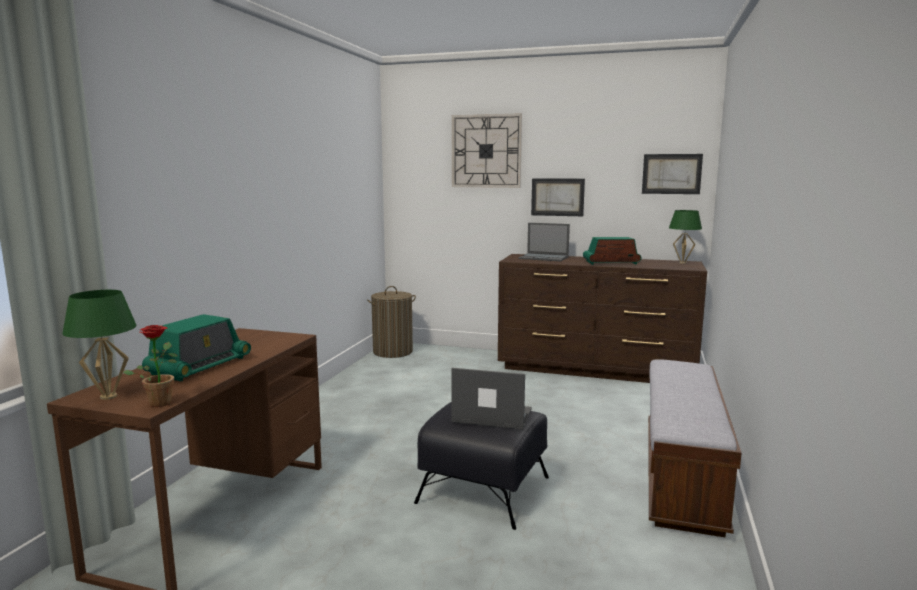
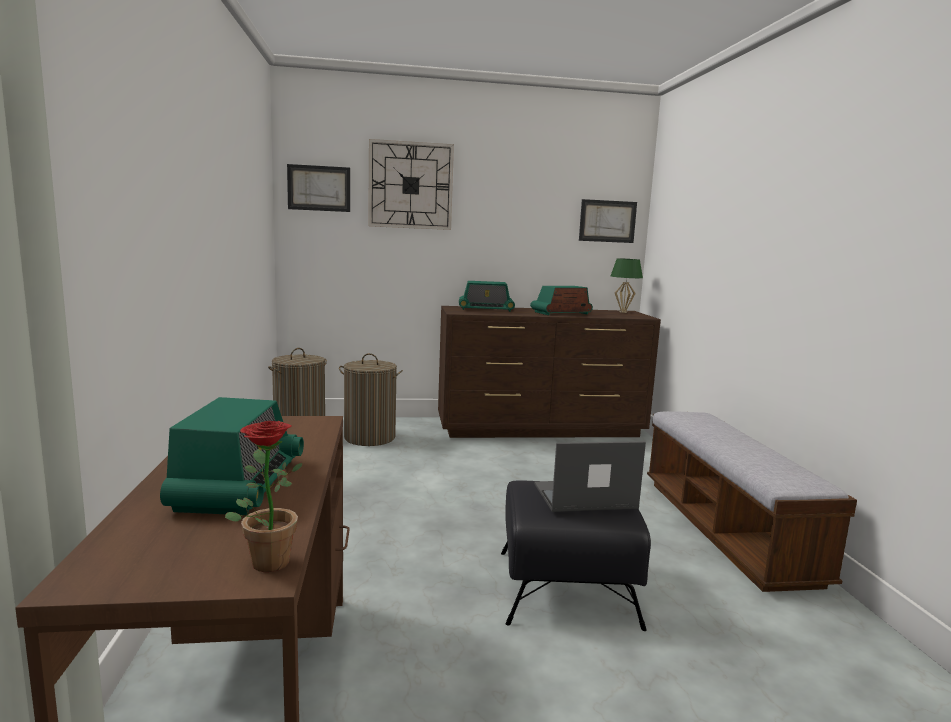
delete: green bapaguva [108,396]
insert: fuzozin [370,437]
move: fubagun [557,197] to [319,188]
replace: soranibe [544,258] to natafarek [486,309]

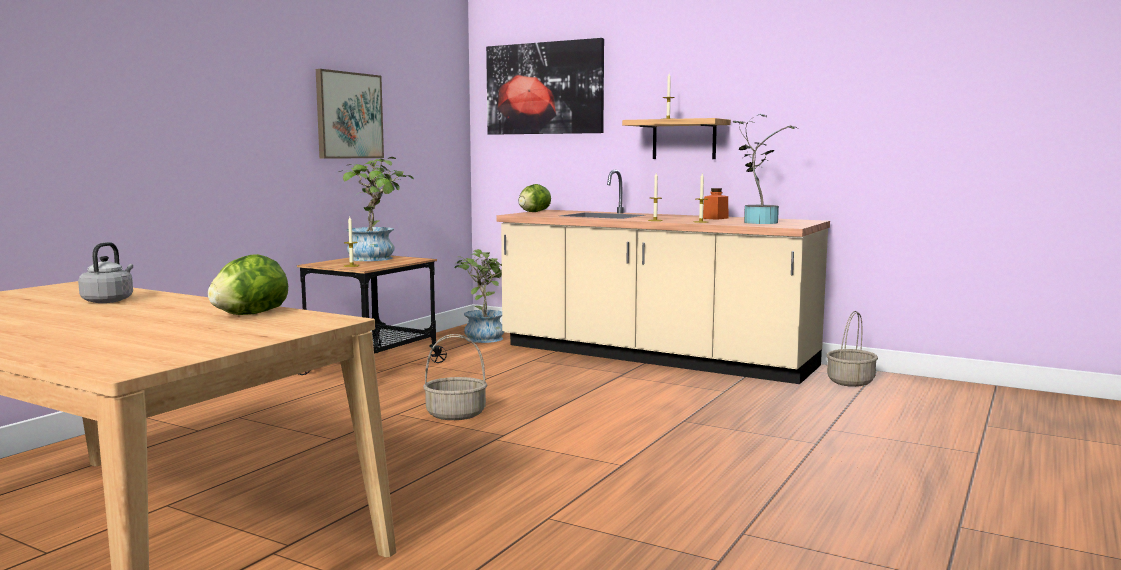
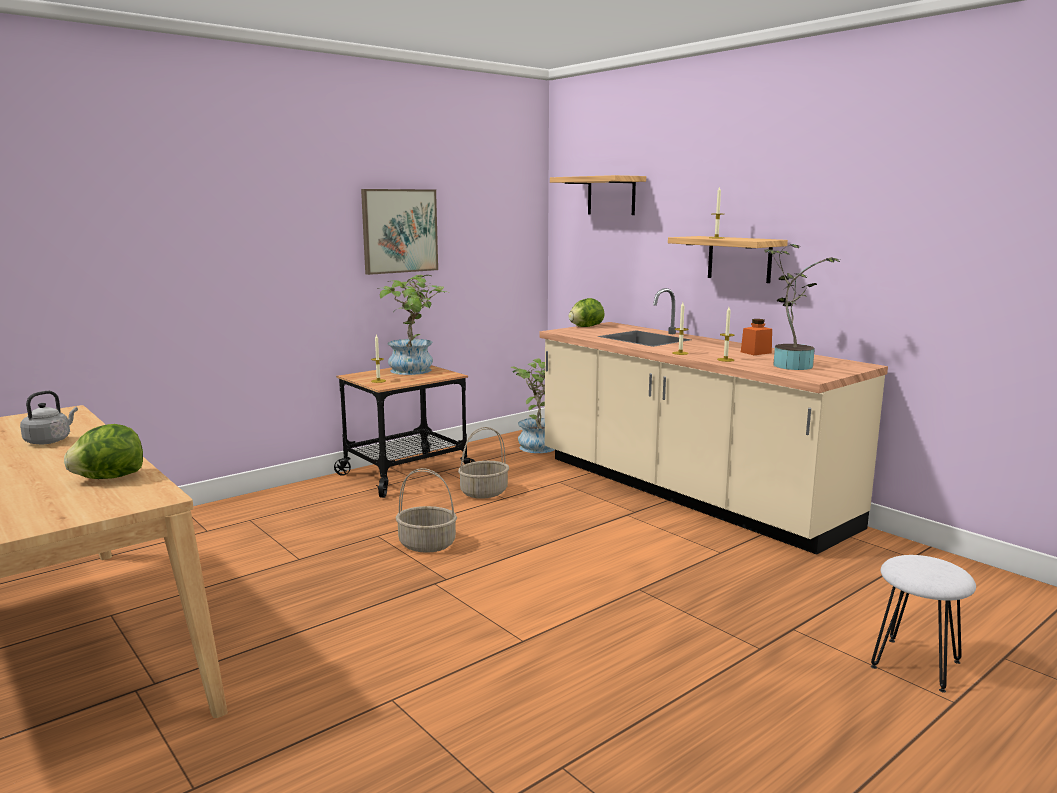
insert: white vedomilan [914,664]
move: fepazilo [850,381] to [484,492]
replace: fubagun [544,88] to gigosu [611,196]

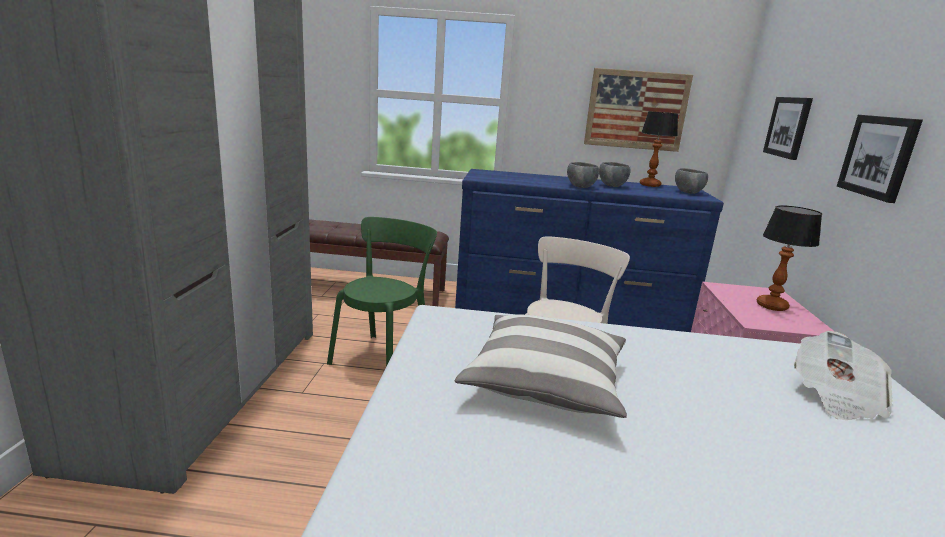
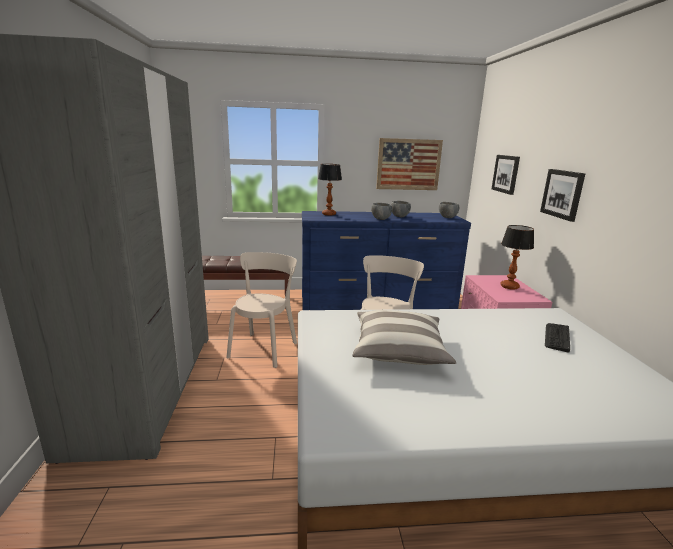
move: bapaguva [649,185] to [328,214]
replace: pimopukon [835,397] to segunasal [557,337]
recolor: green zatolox [384,357] to beige zatolox [264,348]

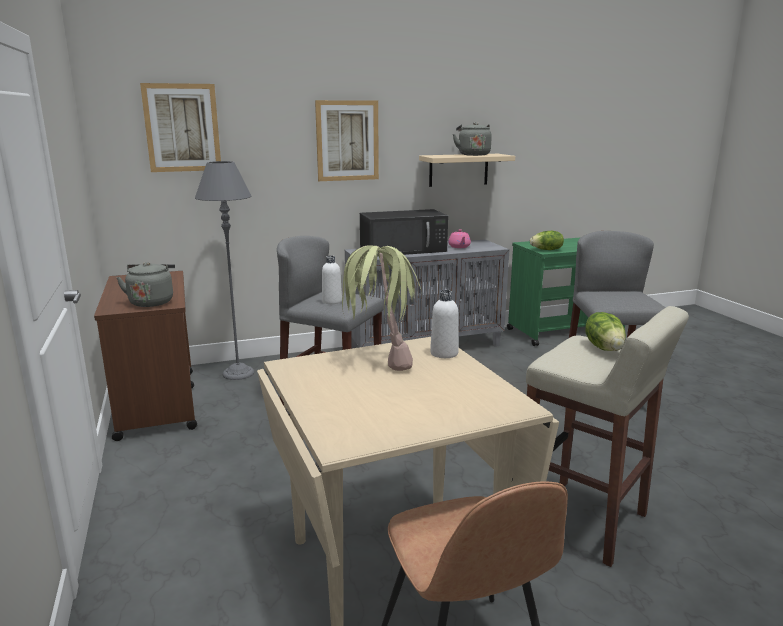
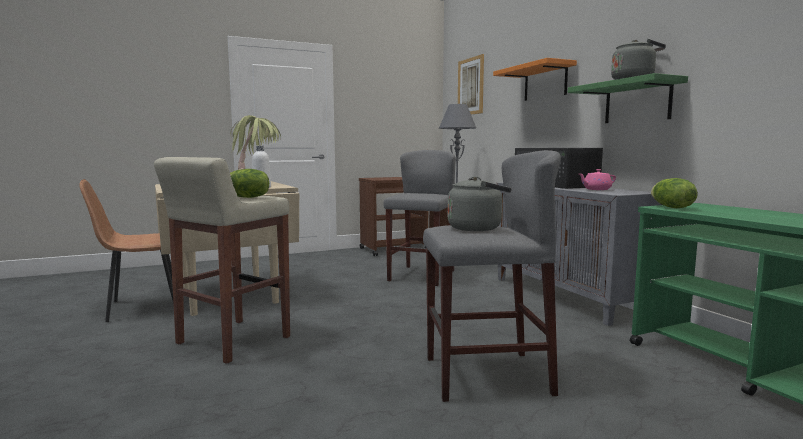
delete: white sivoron [332,301]
move: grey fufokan [152,302] to [478,228]
replace: fubagun [347,141] to orange gigosu [545,82]
recolor: beige gigosu [458,170] to green gigosu [637,102]

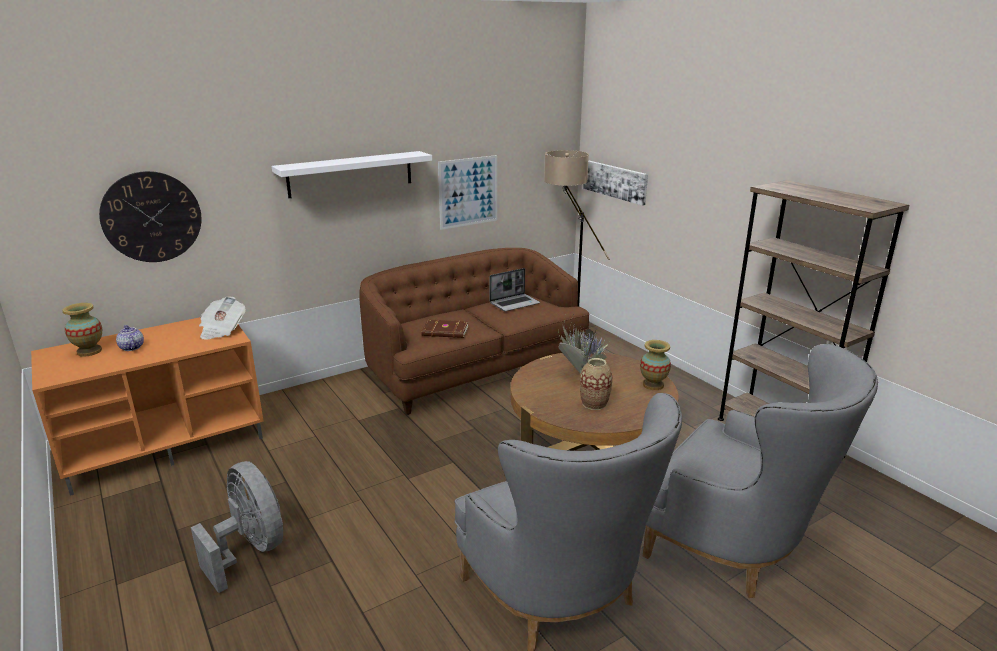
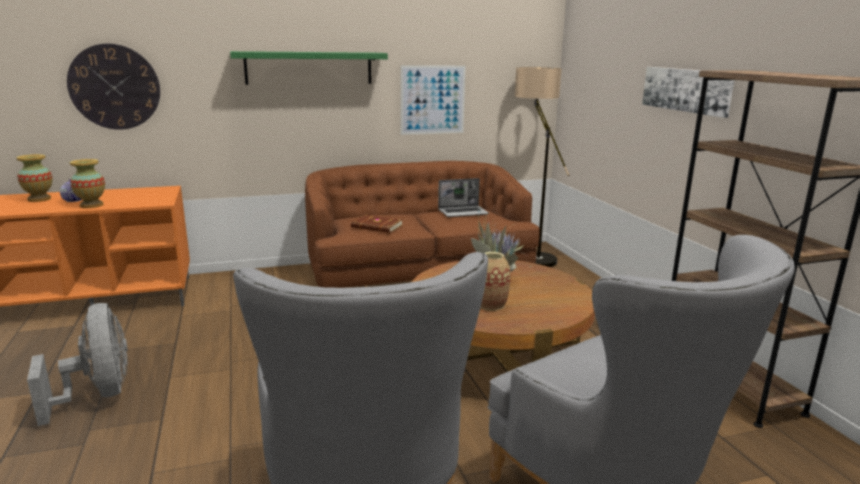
delete: pimopukon [222,330]
move: fubagun [615,181] to [686,90]; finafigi [653,385] to [91,205]
recolor: white gigosu [351,174] to green gigosu [309,68]

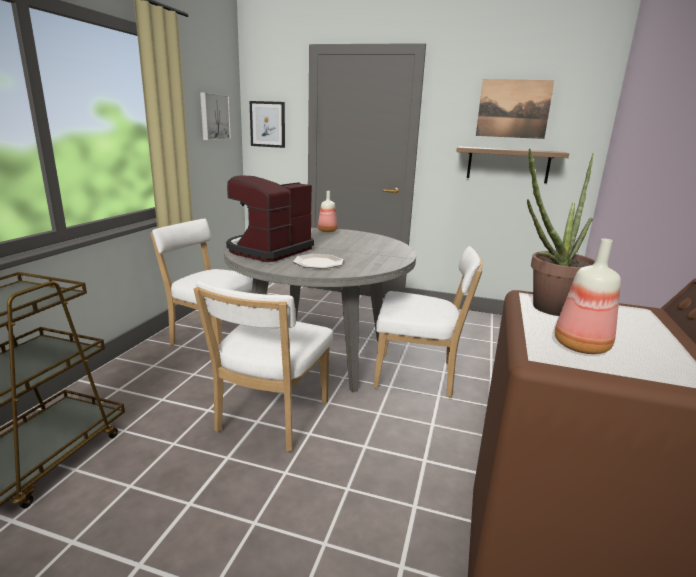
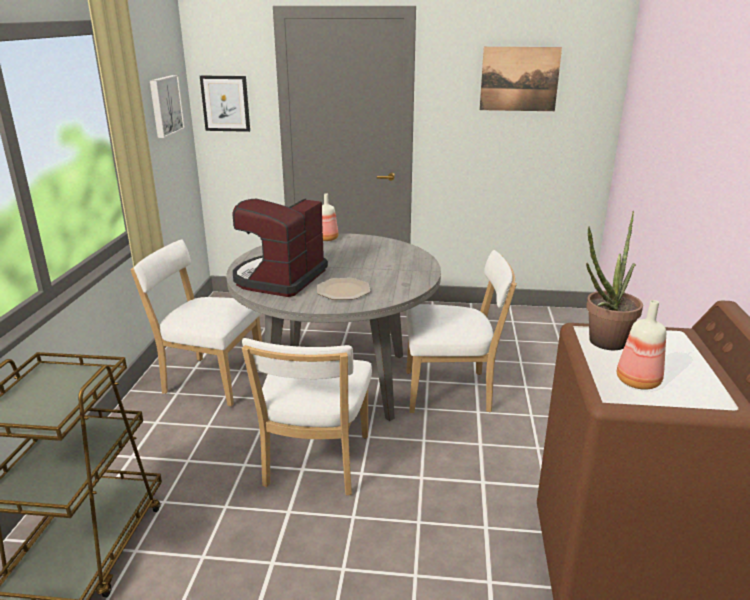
delete: gigosu [508,164]

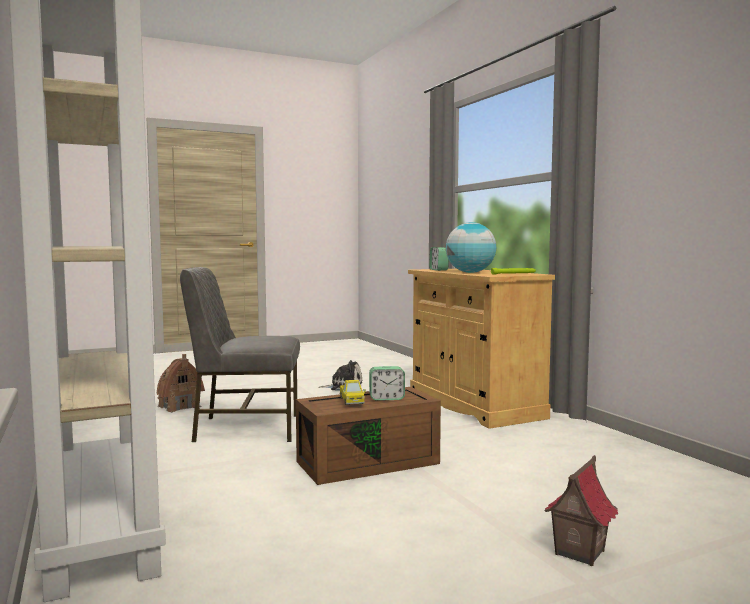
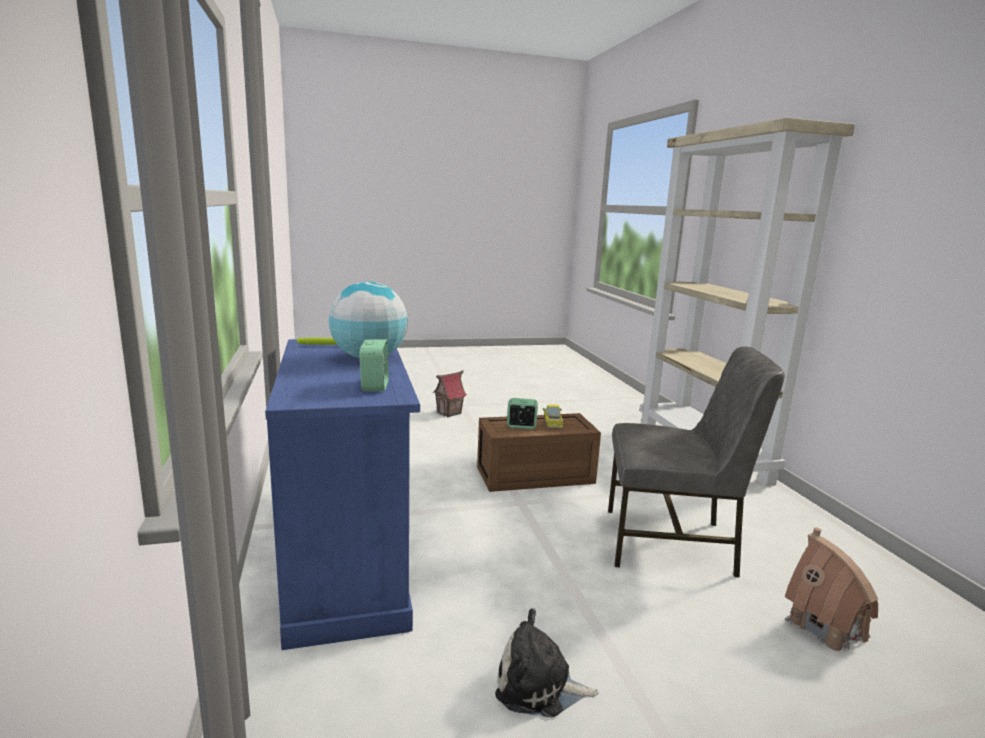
recolor: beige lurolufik [473,404] to blue lurolufik [347,562]

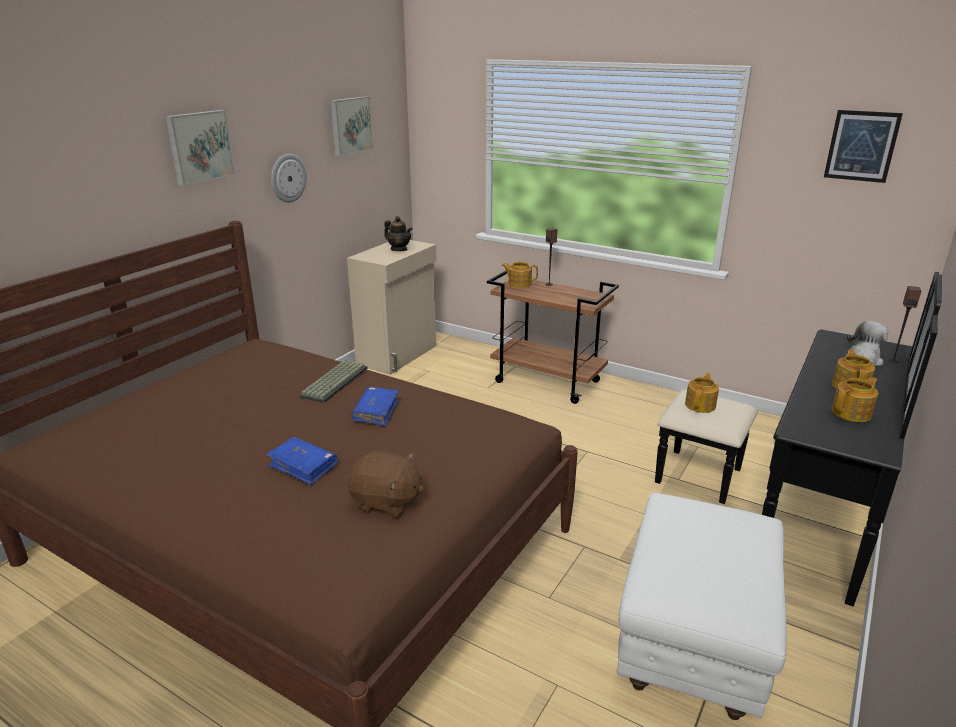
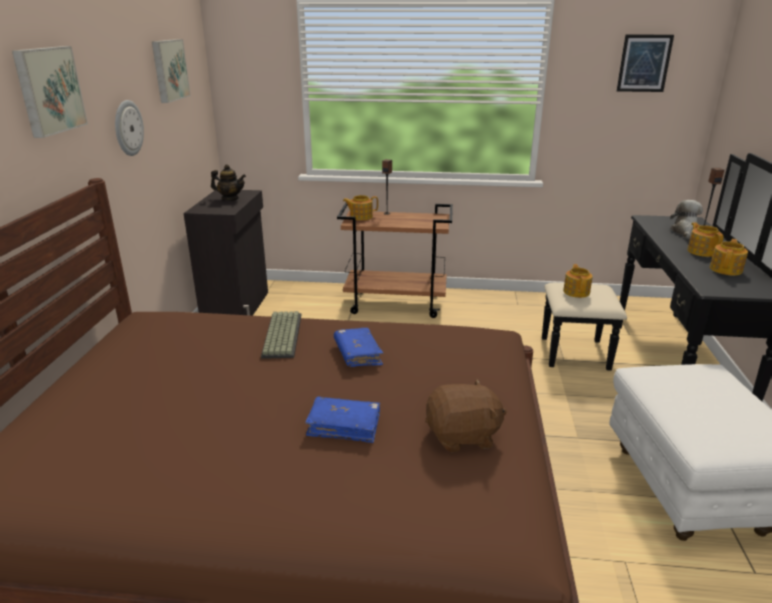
recolor: beige lurolufik [398,355] to black lurolufik [237,308]

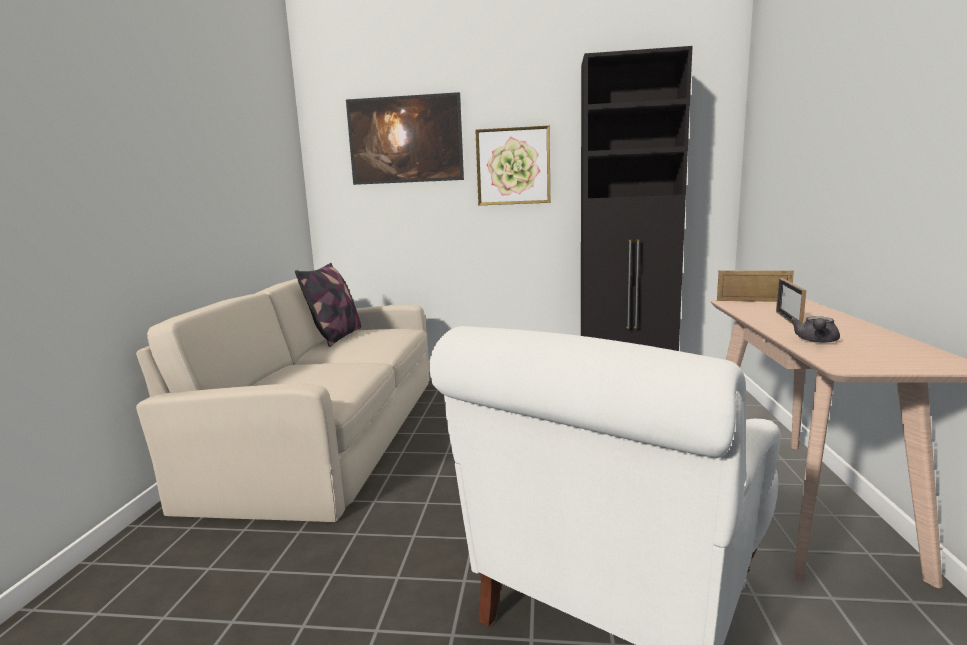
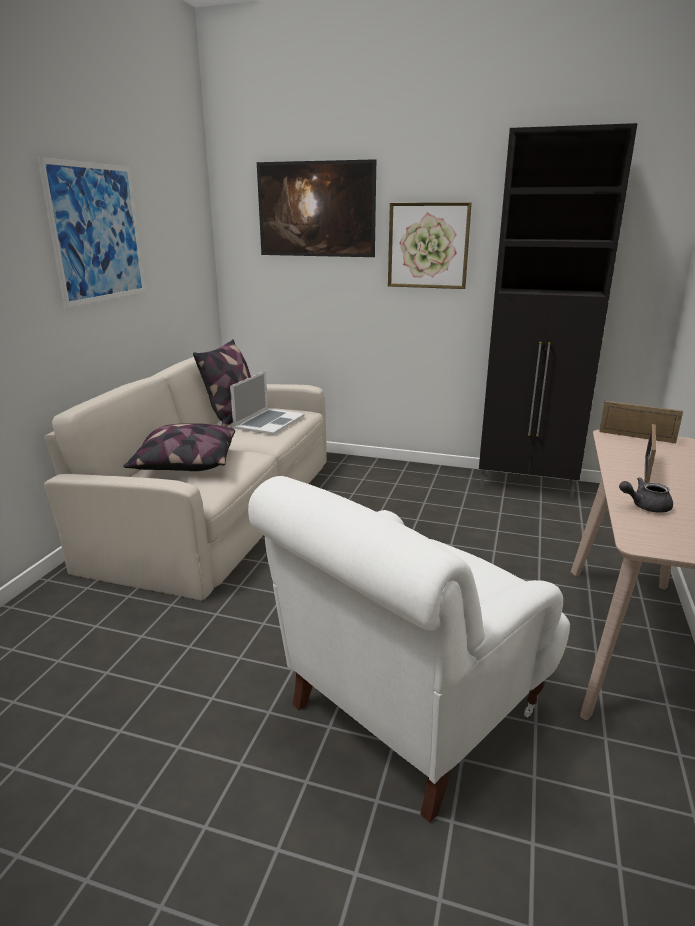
insert: fubagun [97,233]; soranibe [269,422]; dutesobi [185,464]
rotate: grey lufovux [816,341] = [645,506] 45 degrees clockwise

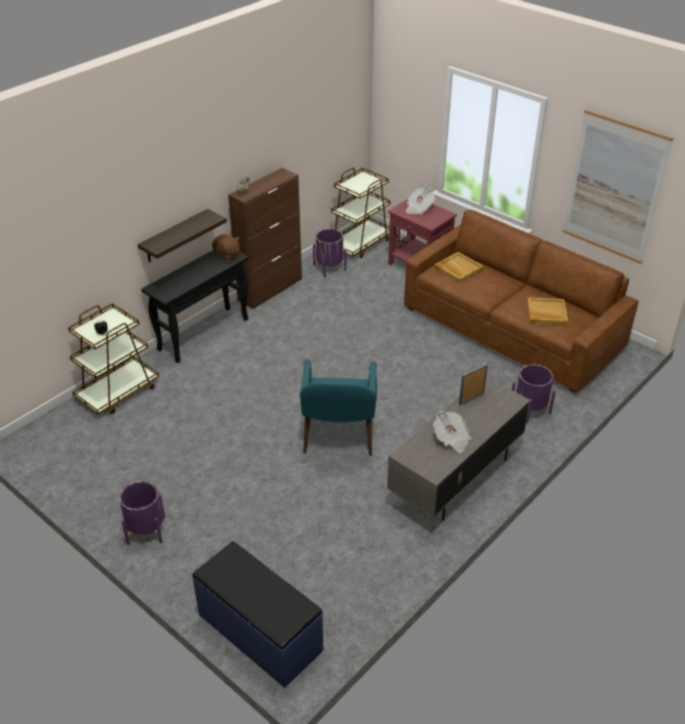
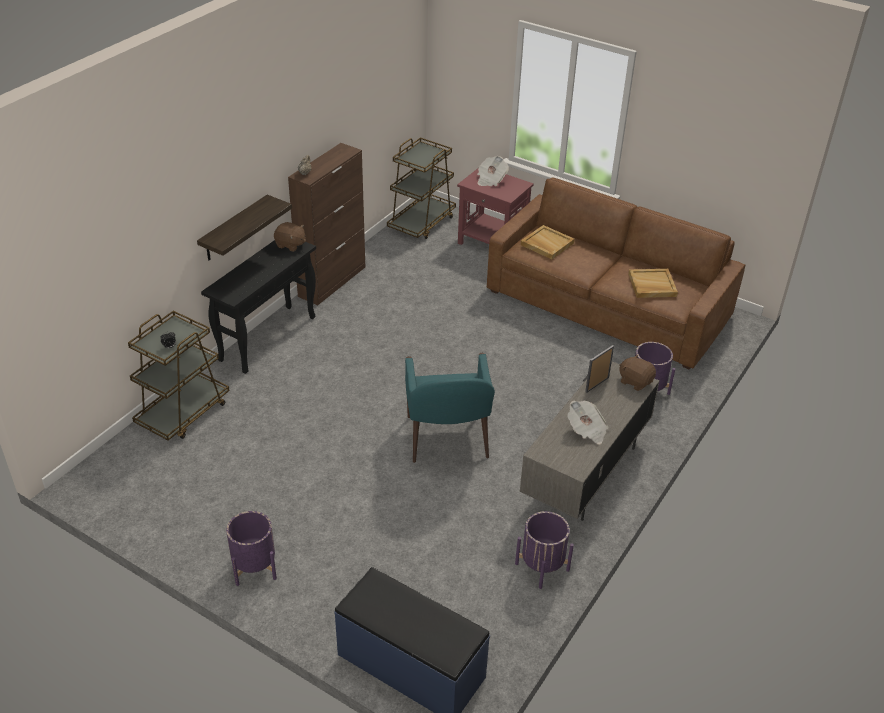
delete: fubagun [614,187]
insert: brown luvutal [635,381]
move: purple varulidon [329,267] to [542,567]

